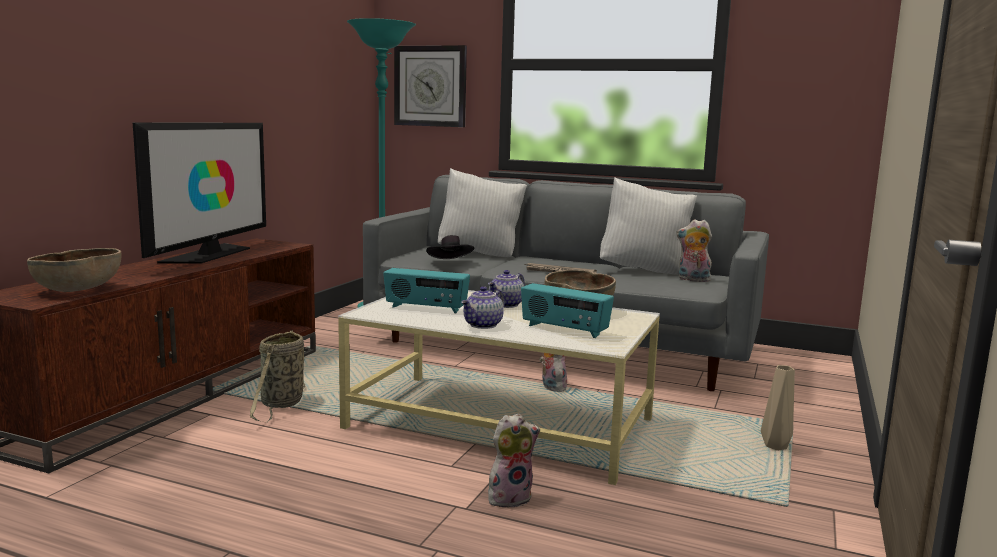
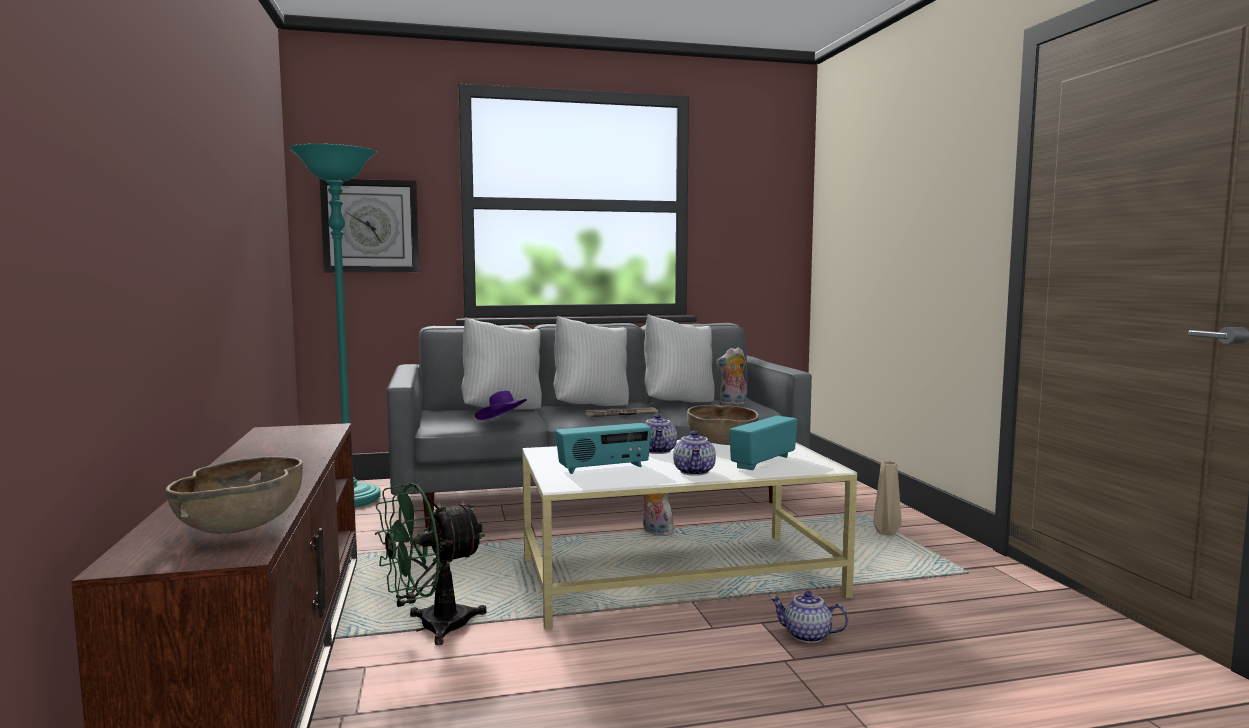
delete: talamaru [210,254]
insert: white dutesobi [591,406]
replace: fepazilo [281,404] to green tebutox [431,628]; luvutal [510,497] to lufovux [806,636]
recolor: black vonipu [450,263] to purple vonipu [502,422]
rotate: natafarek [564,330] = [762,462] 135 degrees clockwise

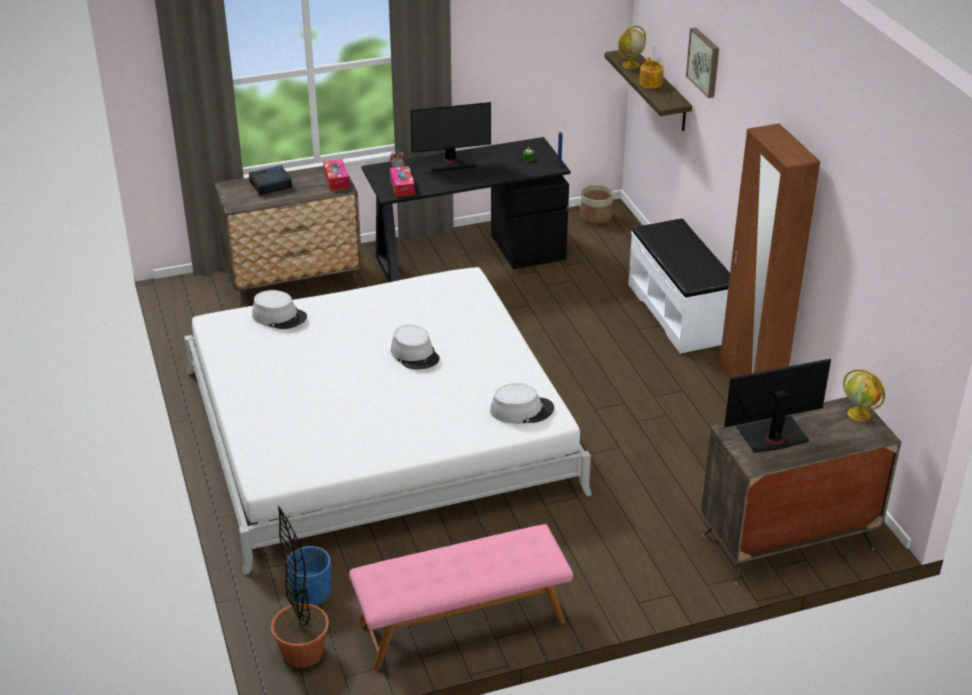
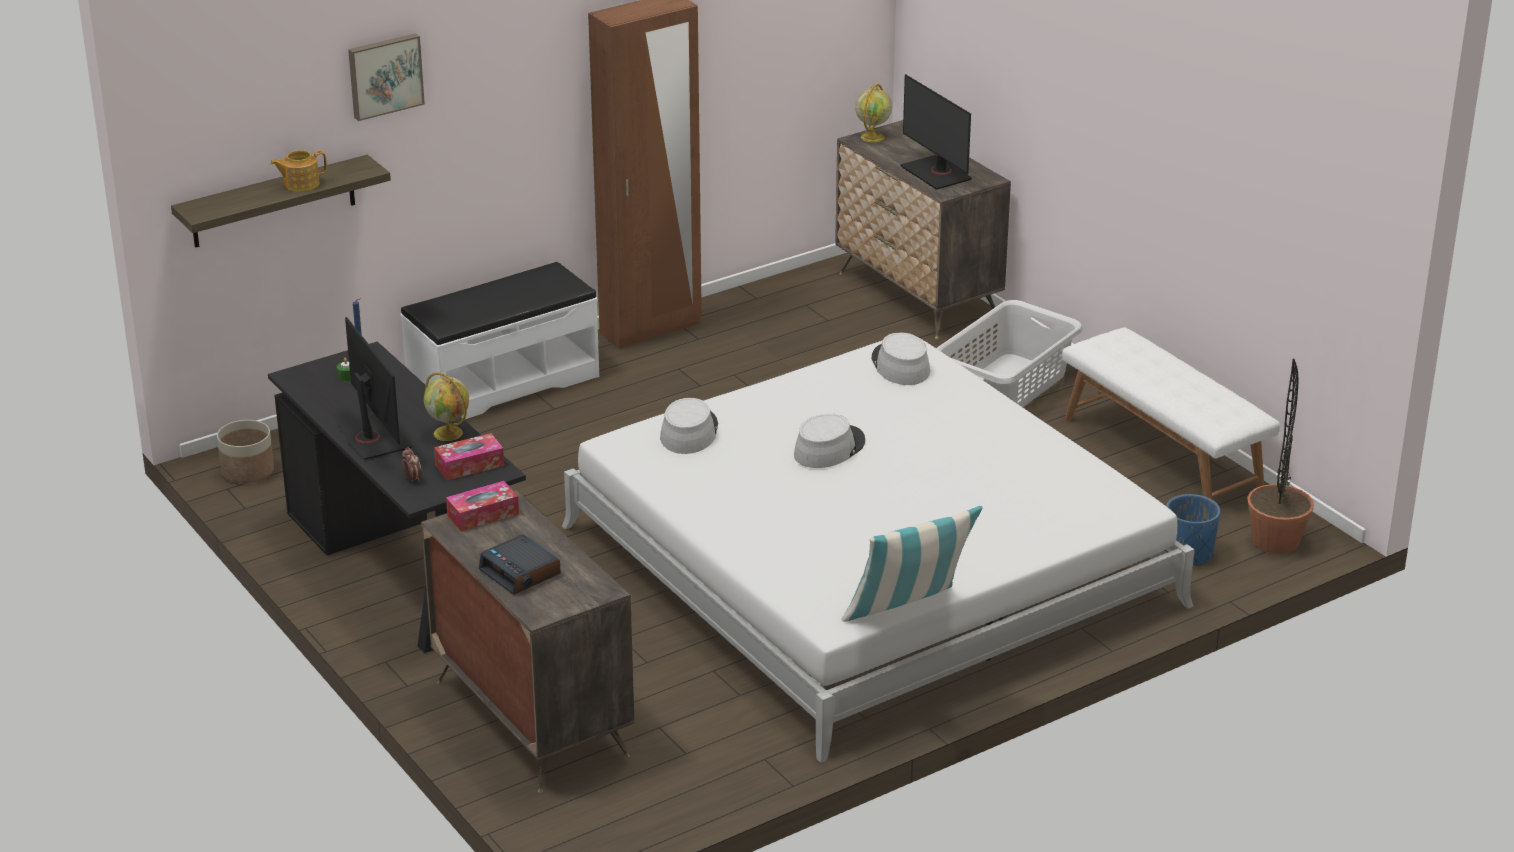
insert: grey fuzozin [1007,386]; dutesobi [908,613]
move: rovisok [630,65] to [449,433]; grey vonipu [279,316] to [689,432]
recolor: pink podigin [461,624] to white podigin [1163,454]

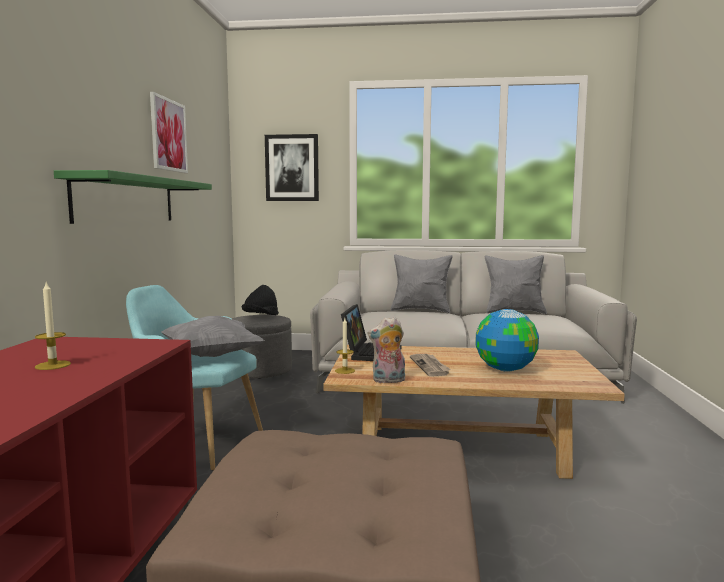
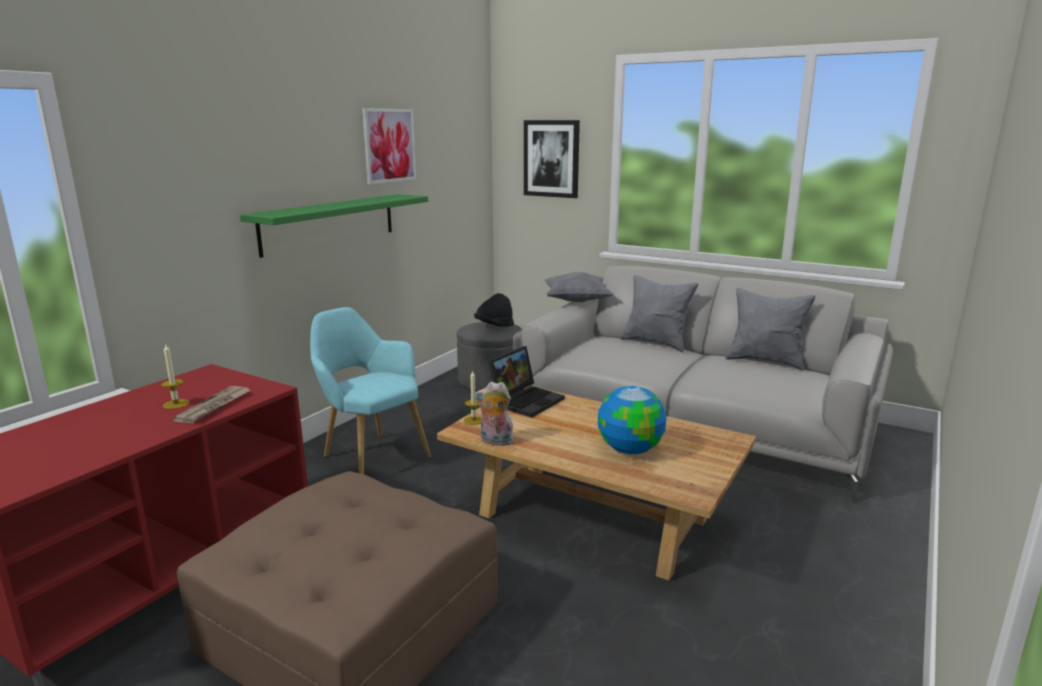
move: grey dutesobi [211,356] to [576,301]; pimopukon [430,366] to [214,406]

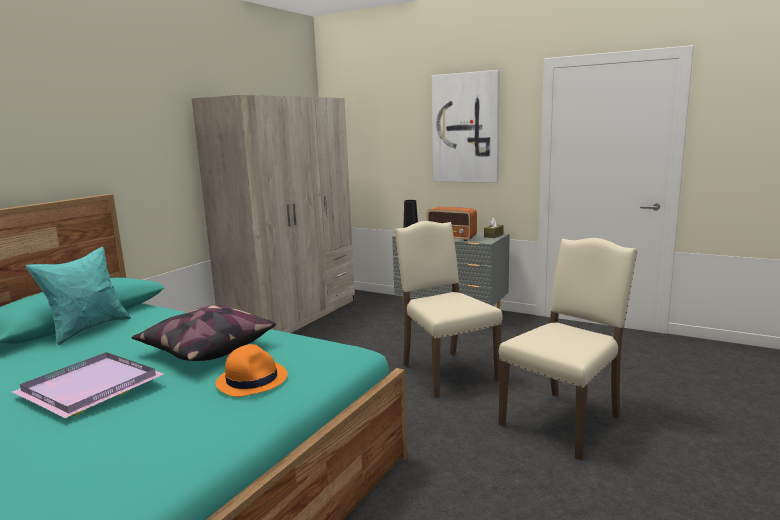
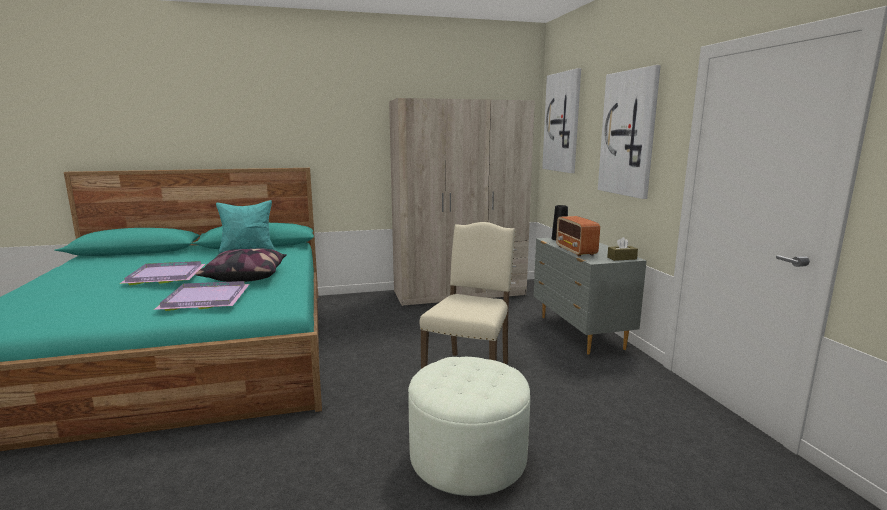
insert: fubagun [562,122]
replace: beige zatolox [564,420] to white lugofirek [468,457]; orange vonipu [252,379] to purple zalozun [207,298]

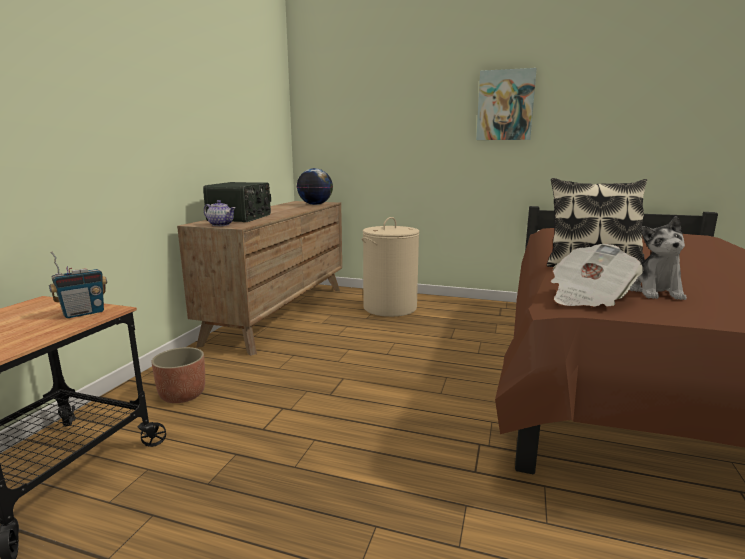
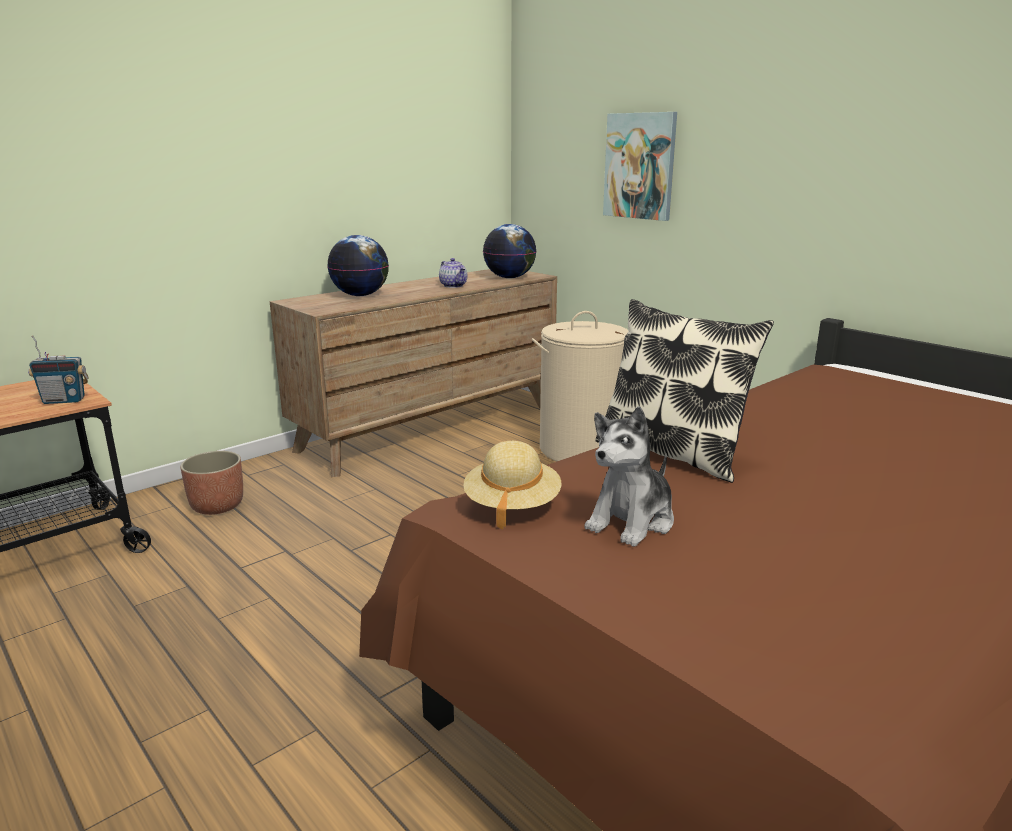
move: fubagun [505,105] to [640,166]; lufovux [221,224] to [454,286]
replace: natafarek [241,218] to rovisok [360,295]; pimopukon [588,297] to beige vonipu [512,505]

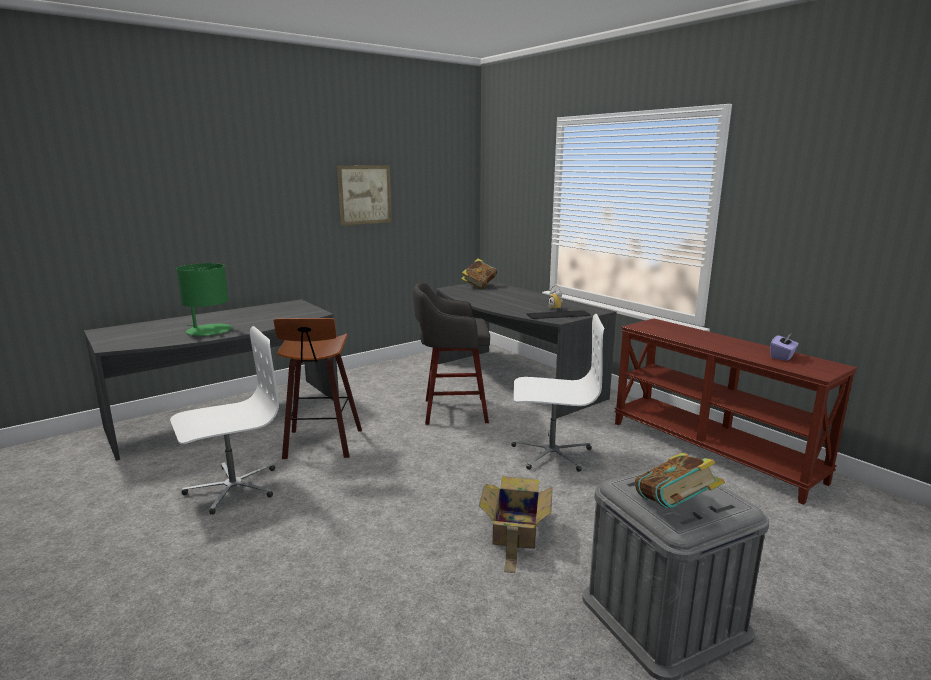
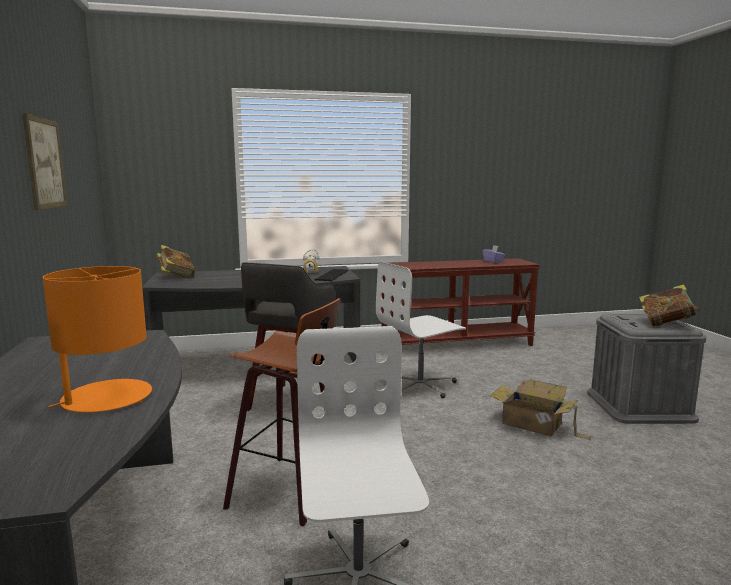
recolor: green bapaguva [209,331] to orange bapaguva [106,398]
rotate: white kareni [551,453] = [420,385] 150 degrees counterclockwise

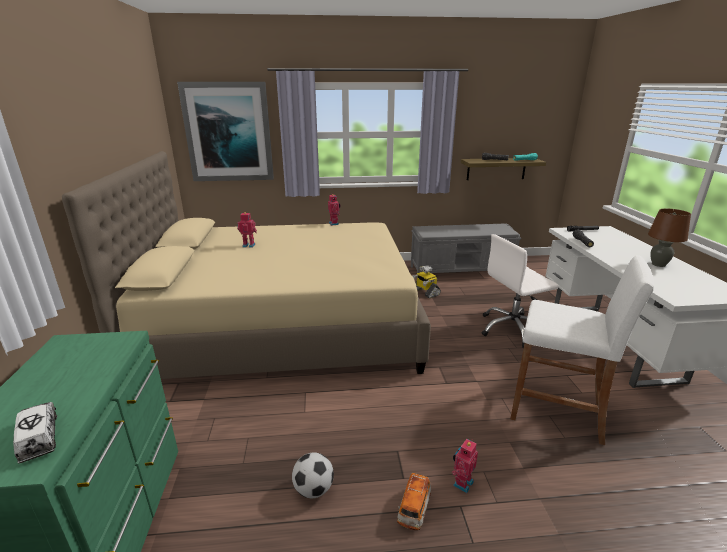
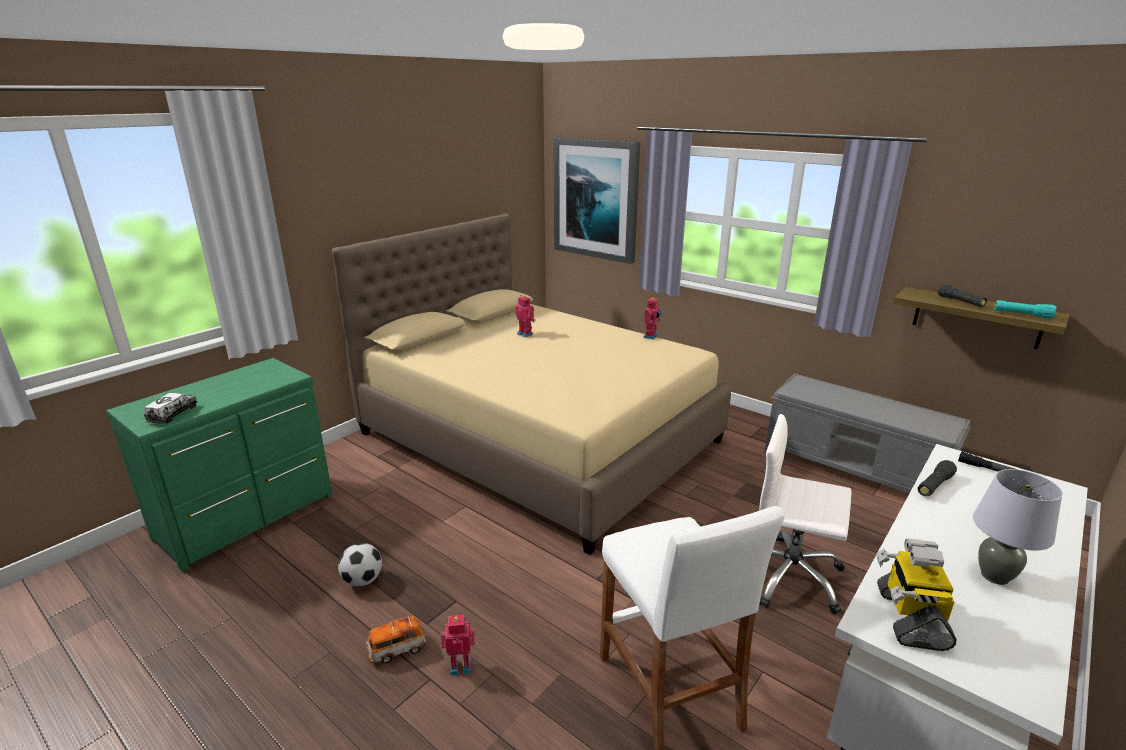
move: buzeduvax [425,292] to [909,617]
recolor: brown bapaguva [658,264] to grey bapaguva [994,576]

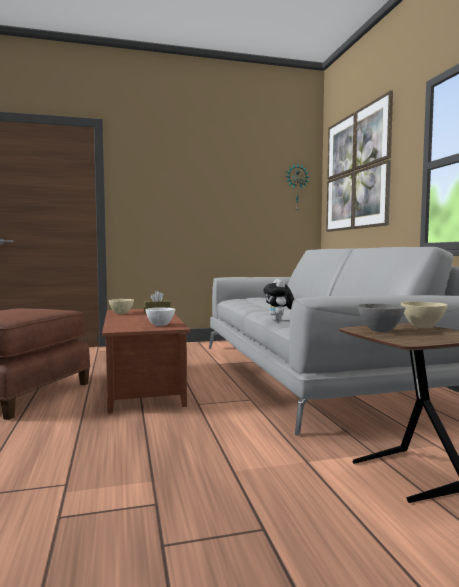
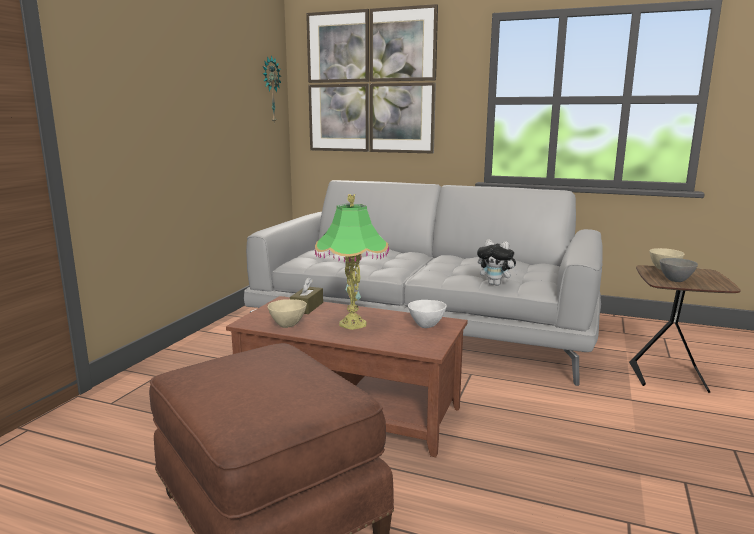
insert: bapaguva [352,324]

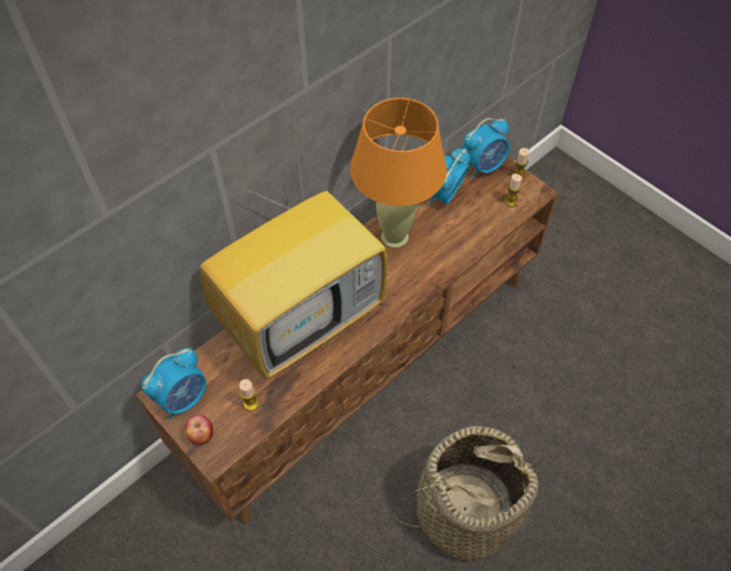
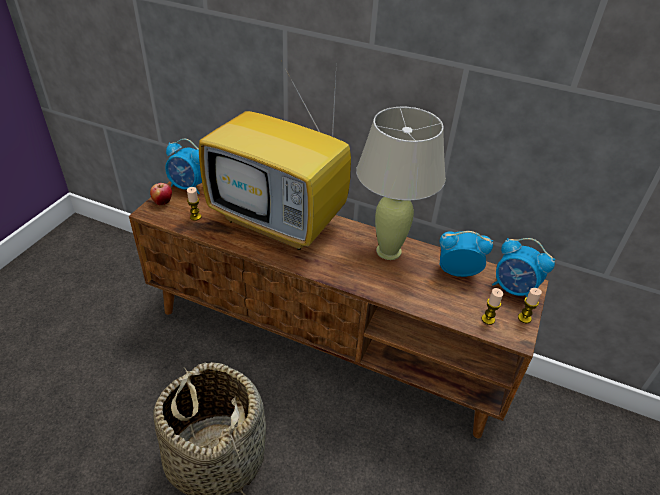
recolor: orange bapaguva [395,237] to beige bapaguva [389,251]

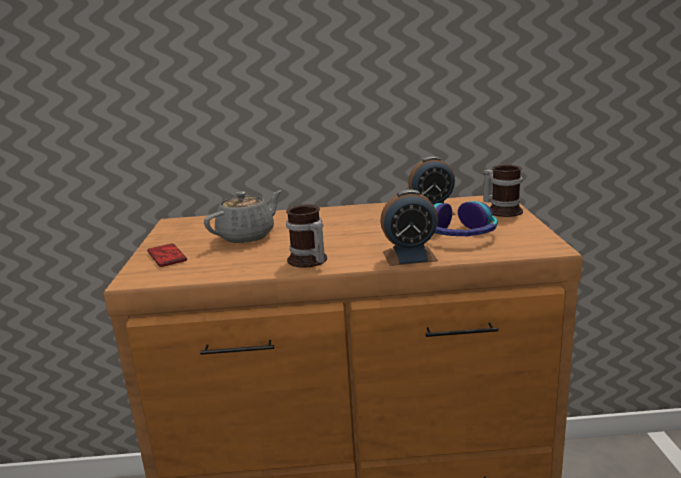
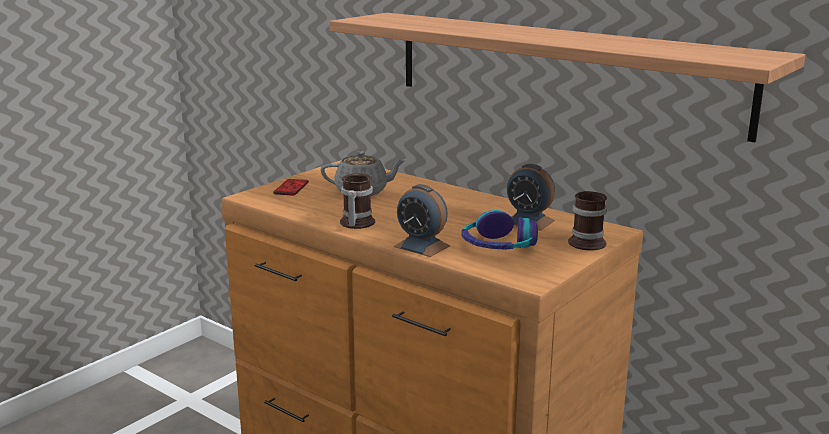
insert: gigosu [560,70]

